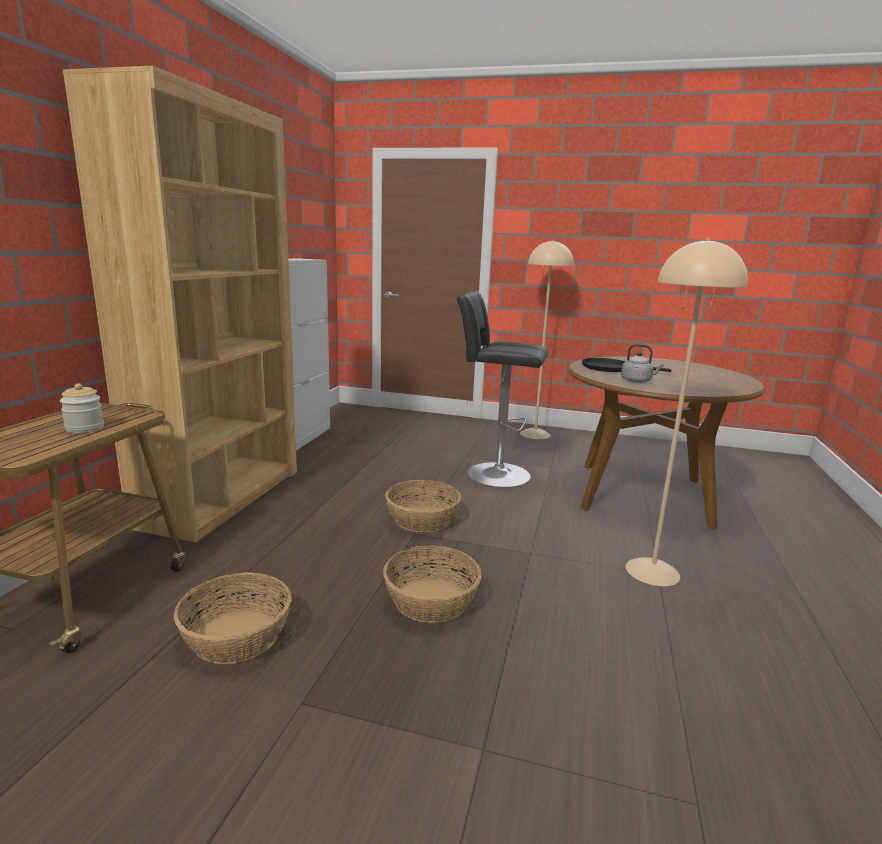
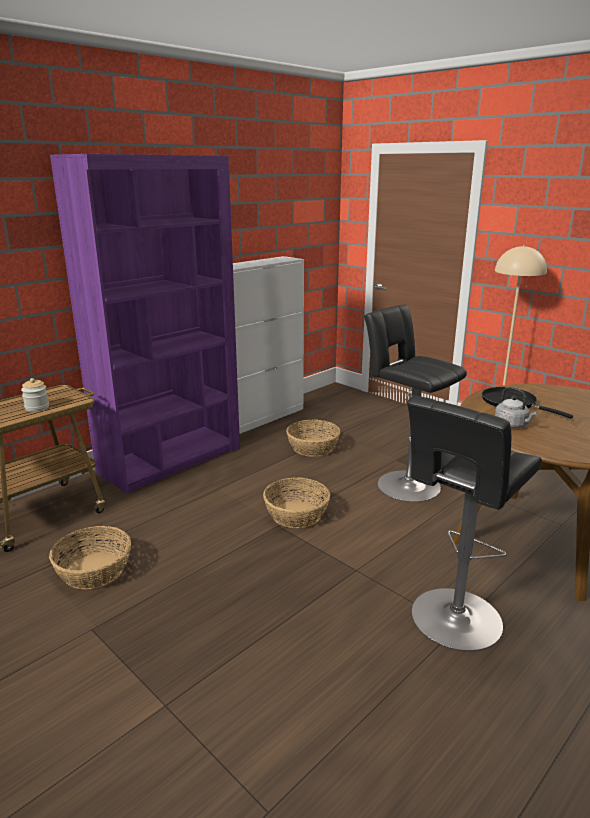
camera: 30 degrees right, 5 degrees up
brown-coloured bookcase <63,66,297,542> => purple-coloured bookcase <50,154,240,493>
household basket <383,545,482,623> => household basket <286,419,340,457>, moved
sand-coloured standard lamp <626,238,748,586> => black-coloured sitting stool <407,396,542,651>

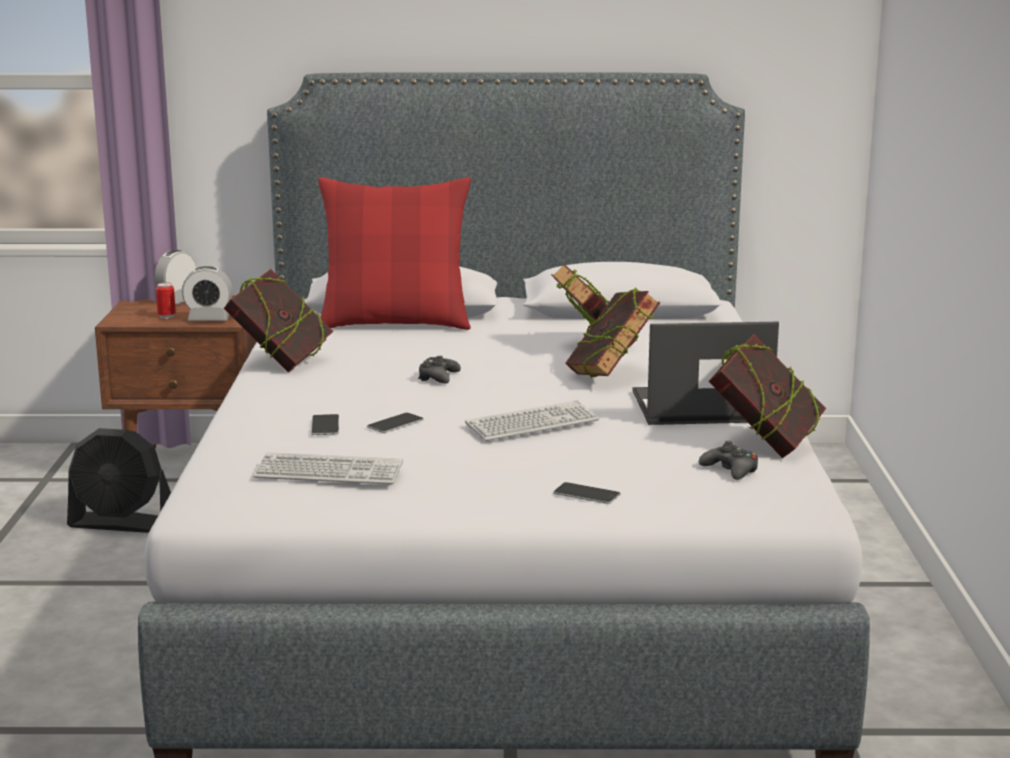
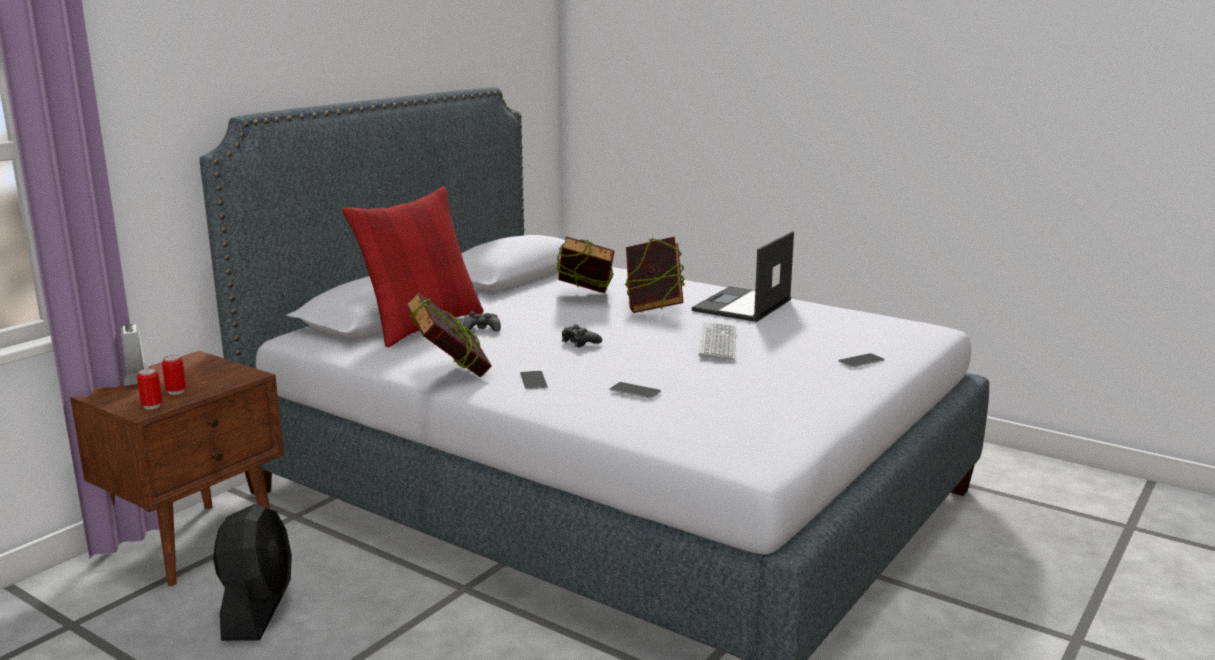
camera: 55 degrees left, 0 degrees up
nothing => metal can <137,368,162,409>
black-coloured fan <67,428,171,533> => black-coloured fan <213,504,292,641>, 45 degrees counterclockwise
black-coloured game controller <699,441,758,480> => black-coloured game controller <463,311,501,332>, moved
handset <367,413,424,433> => handset <520,371,548,389>, moved
bedside clock <182,266,233,321> => nothing
keyboard <253,452,403,485> => nothing
book <709,334,826,458> => nothing

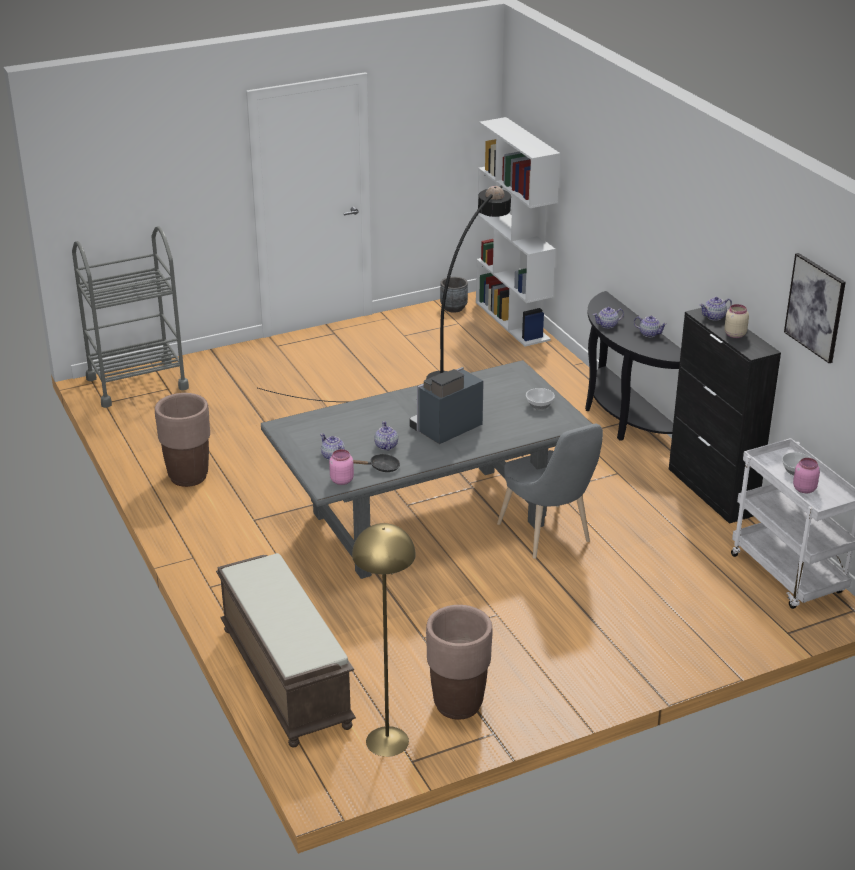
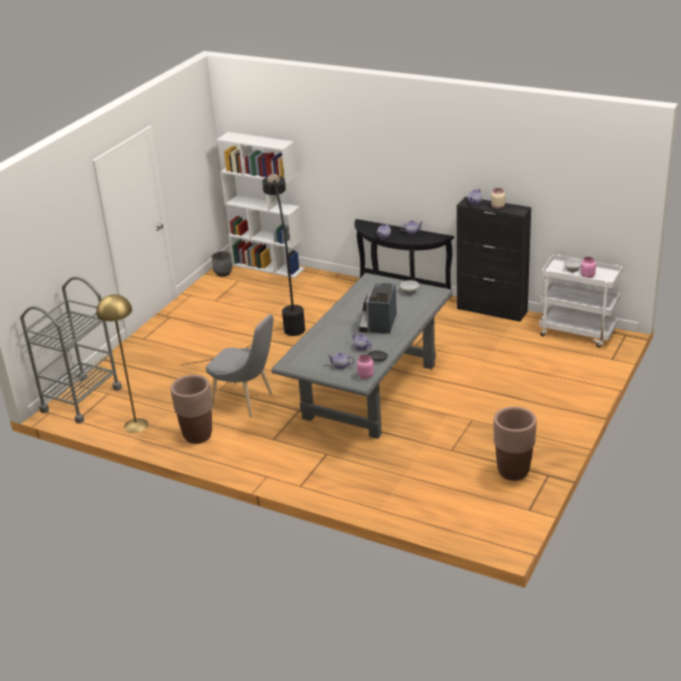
camera: 35 degrees left, 0 degrees up
yellowish standard lamp <352,523,415,757> => yellowish standard lamp <96,294,149,433>, moved
gray plain chair <497,424,603,559> => gray plain chair <206,314,273,417>, moved
brown-coloured bench <216,553,356,747> => nothing
wall art <784,253,846,363> => nothing

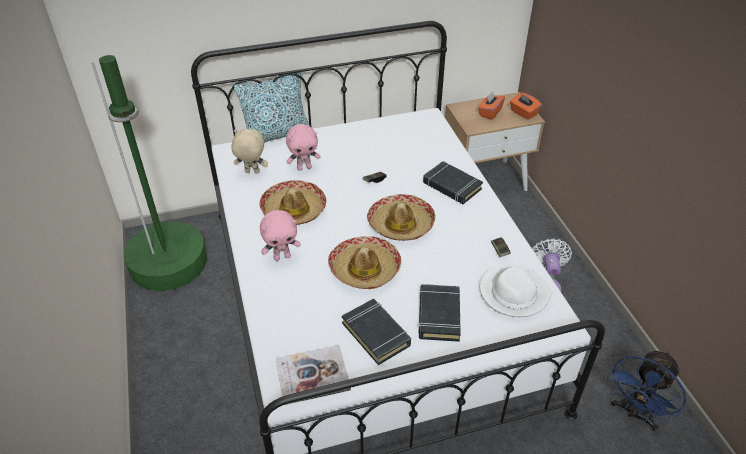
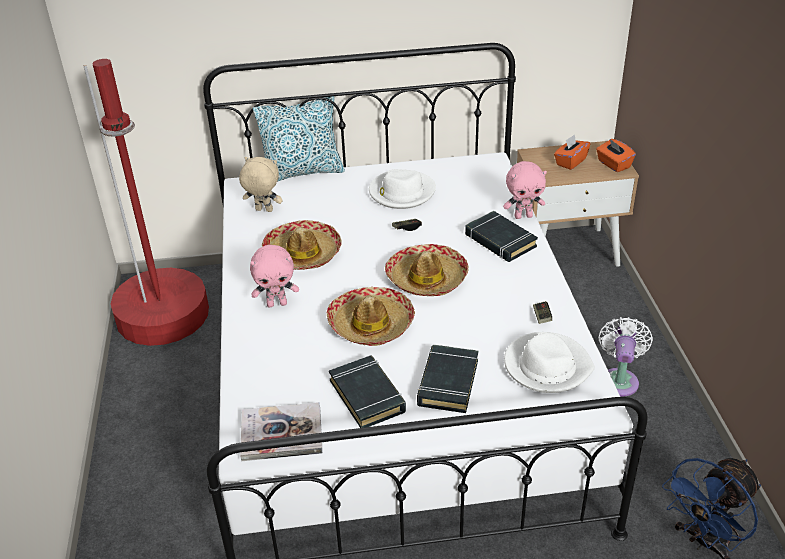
camera: 10 degrees right, 5 degrees down
greenish standard lamp <91,55,207,291> => red standard lamp <84,59,209,346>
nothing => white clothing hat <369,169,436,209>
pink-coloured plush toy <286,124,321,171> => pink-coloured plush toy <503,161,547,219>, moved

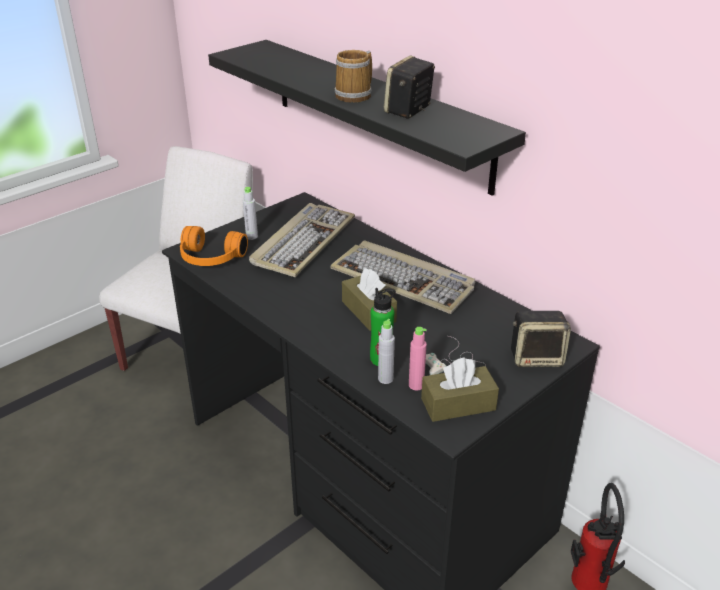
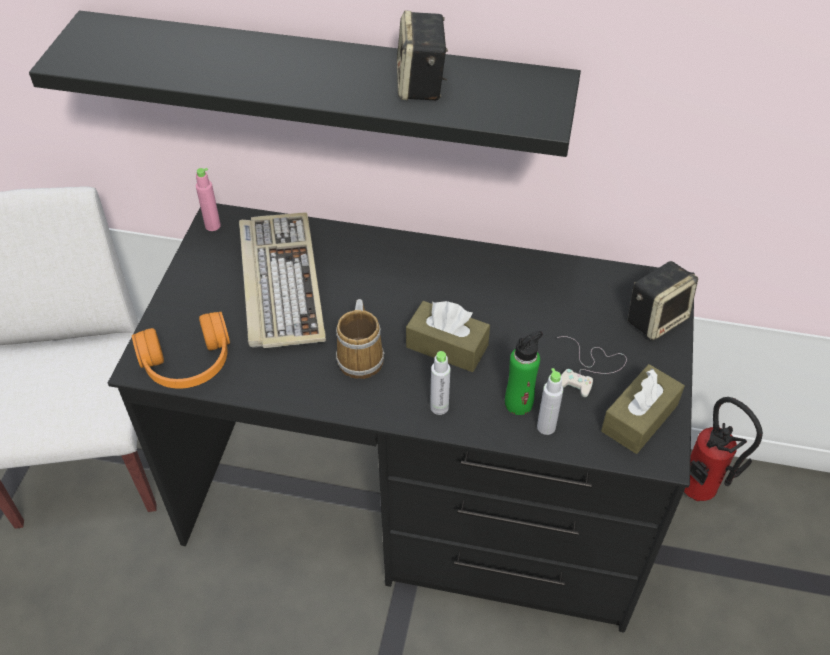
camera: 35 degrees left, 15 degrees up
pink-coloured bottle <409,327,427,391> => pink-coloured bottle <196,168,221,231>, moved
tea mug <335,50,372,102> => tea mug <336,299,384,379>, moved
gray bottle <243,187,258,240> => gray bottle <430,351,450,415>, moved
keyboard <330,240,475,314> => nothing

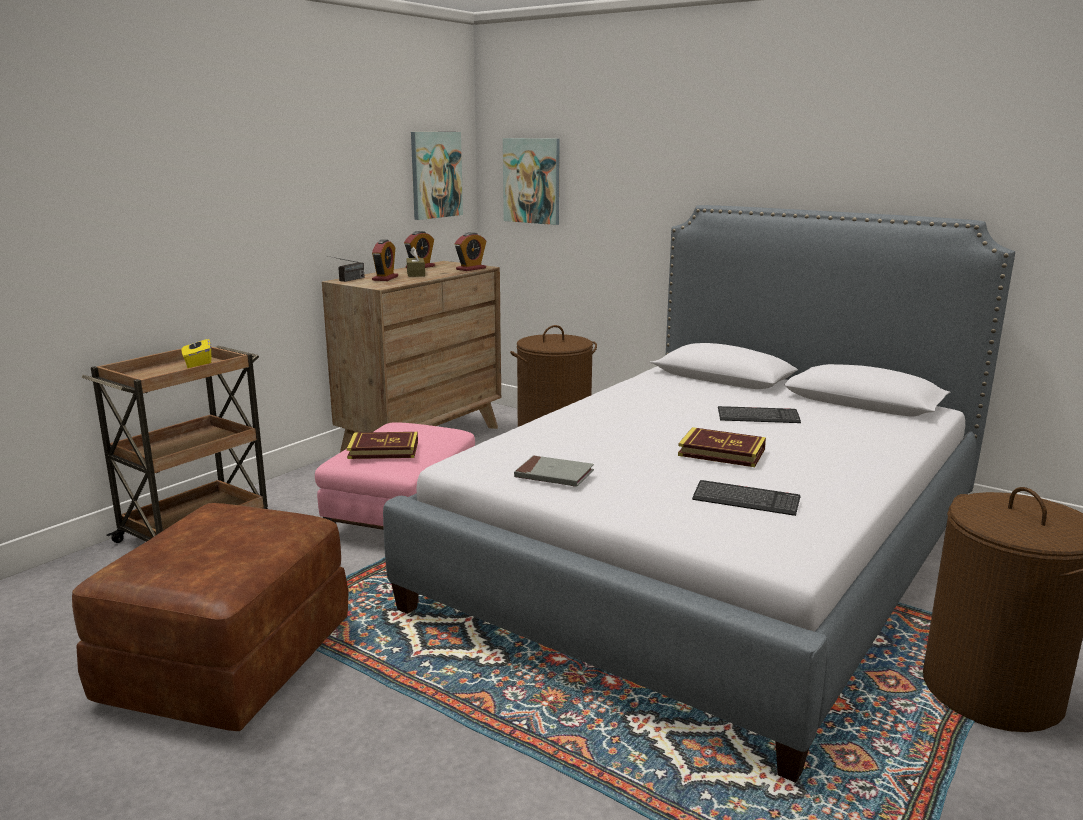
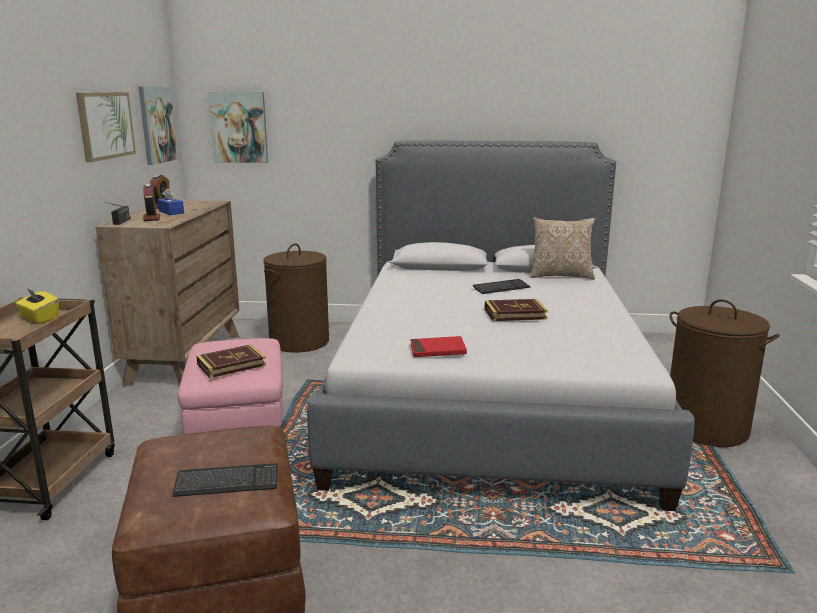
camera: 30 degrees left, 0 degrees up
nothing => wall art <76,92,136,162>
brown-coloured tissue box <406,247,425,277> => bluish tissue box <158,188,184,215>
keyboard <692,480,800,516> => keyboard <172,463,278,497>, moved
gray book <514,455,594,487> => red book <410,336,467,357>
nothing => throw pillow <531,217,595,279>
bedside clock <454,232,486,271> => nothing

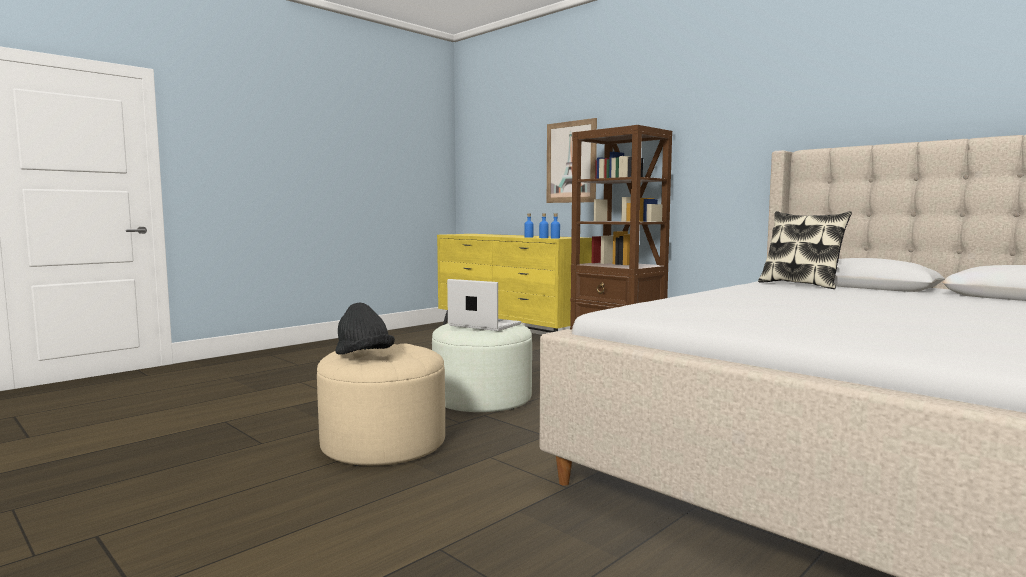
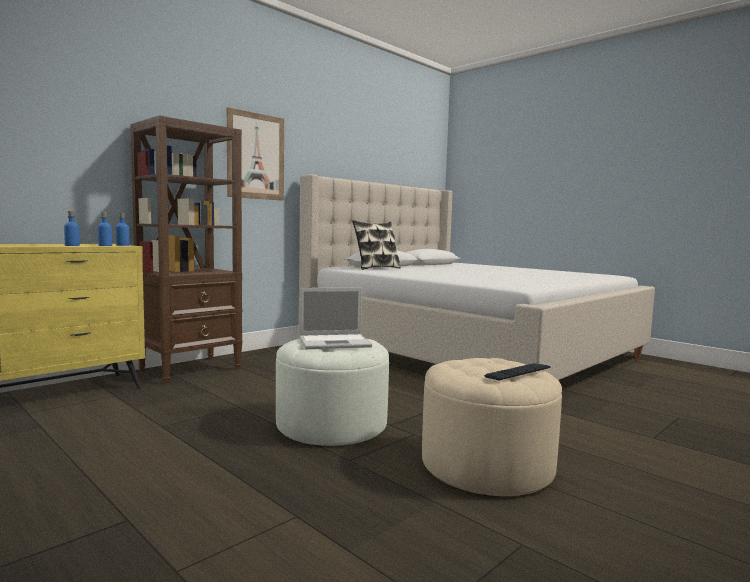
camera: 90 degrees left, 0 degrees up
wall art <547,118,597,203> => wall art <227,107,284,201>, moved
notebook computer <447,279,521,331> => notebook computer <300,288,372,349>, 135 degrees counterclockwise
black-coloured clothing hat <335,302,395,355> => keyboard <484,363,550,380>

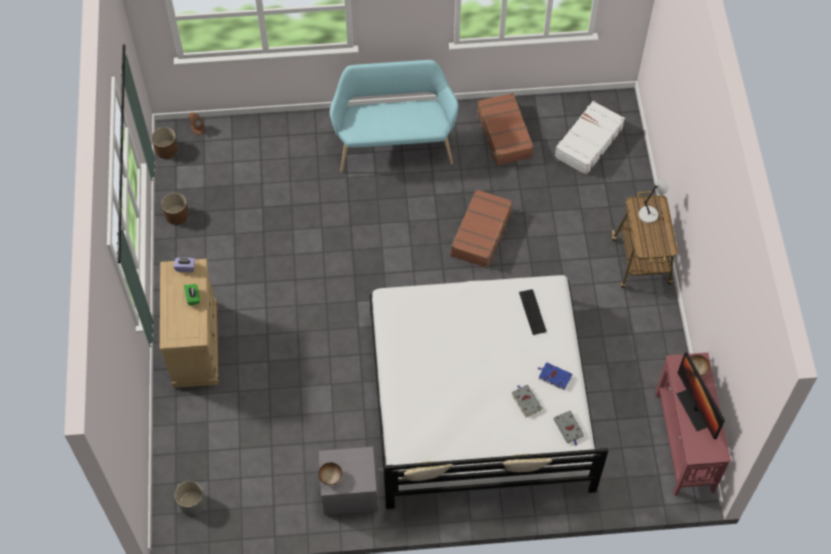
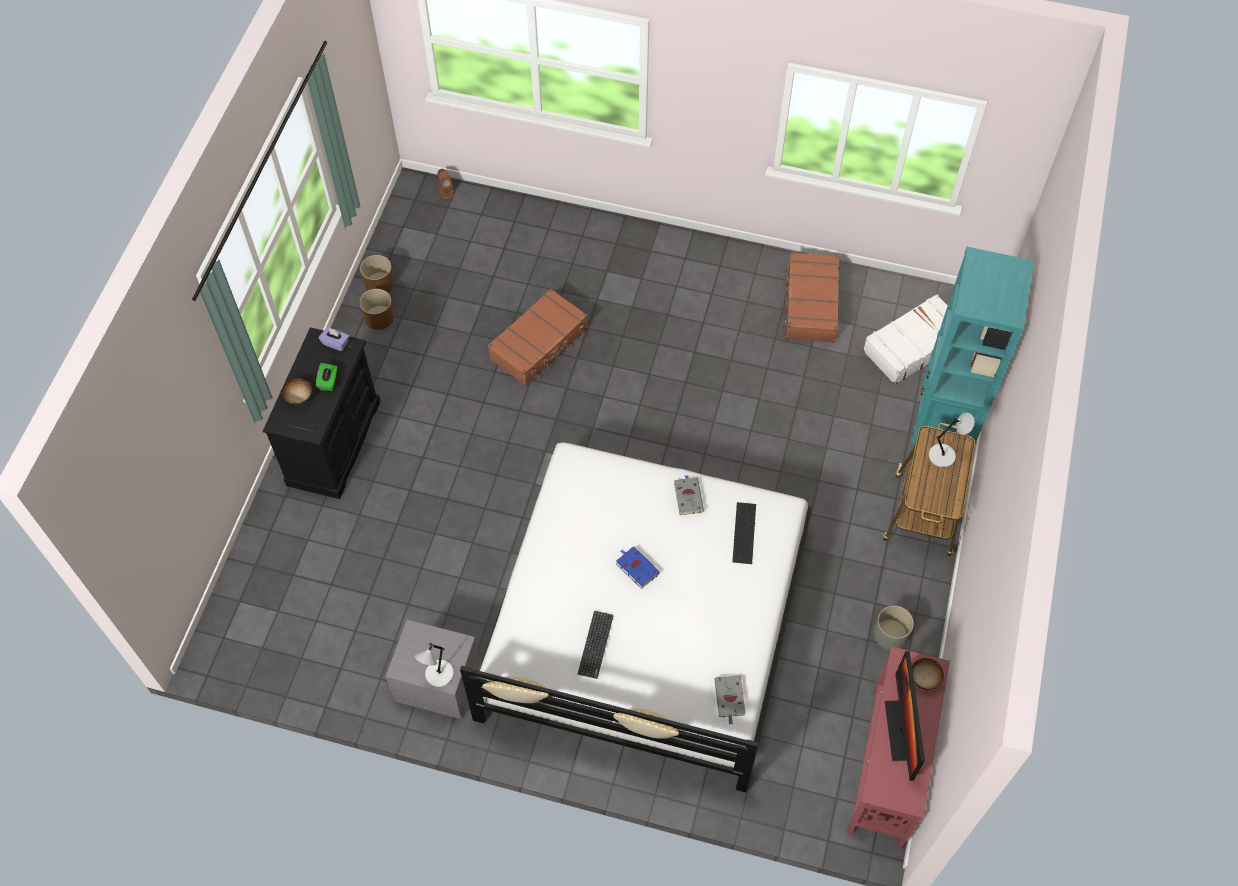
camera: 20 degrees right, 0 degrees up
sand-coloured drawer chest <160,259,219,388> => black-coloured drawer chest <263,327,381,499>
deep dish <318,462,342,485> => deep dish <282,378,312,405>, moved
brown-coloured planter <151,127,178,159> => brown-coloured planter <360,289,394,330>, moved
nothing => gray tabletop lamp <415,643,454,687>
brown-coloured travel case <450,189,513,268> => brown-coloured travel case <488,288,588,386>, moved
nothing => keyboard <578,611,614,679>
bluish book <538,362,572,391> => bluish book <616,547,660,589>, moved
gray book <511,385,542,417> => gray book <674,475,704,515>, moved
gray planter <175,481,205,516> => gray planter <874,606,914,650>, moved
nothing => turquoise bookcase <911,247,1034,445>
turquoise bench <330,60,458,172> => nothing

